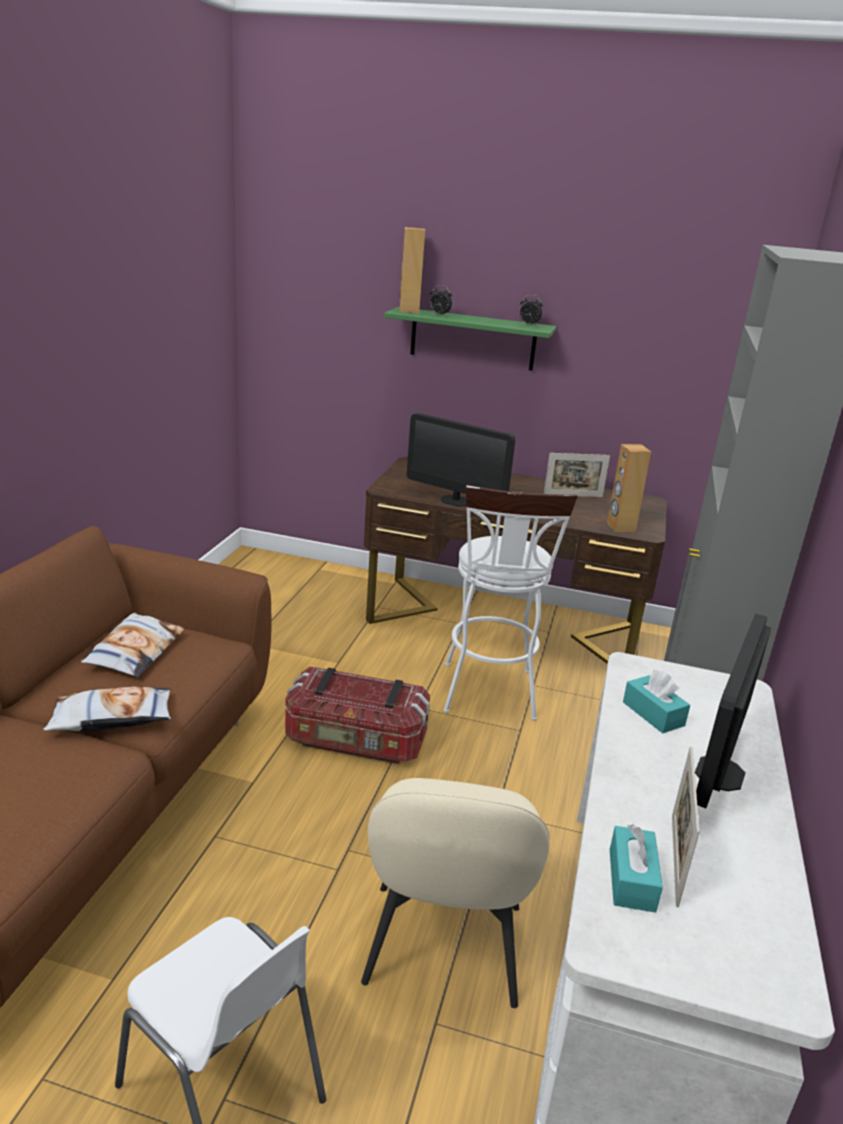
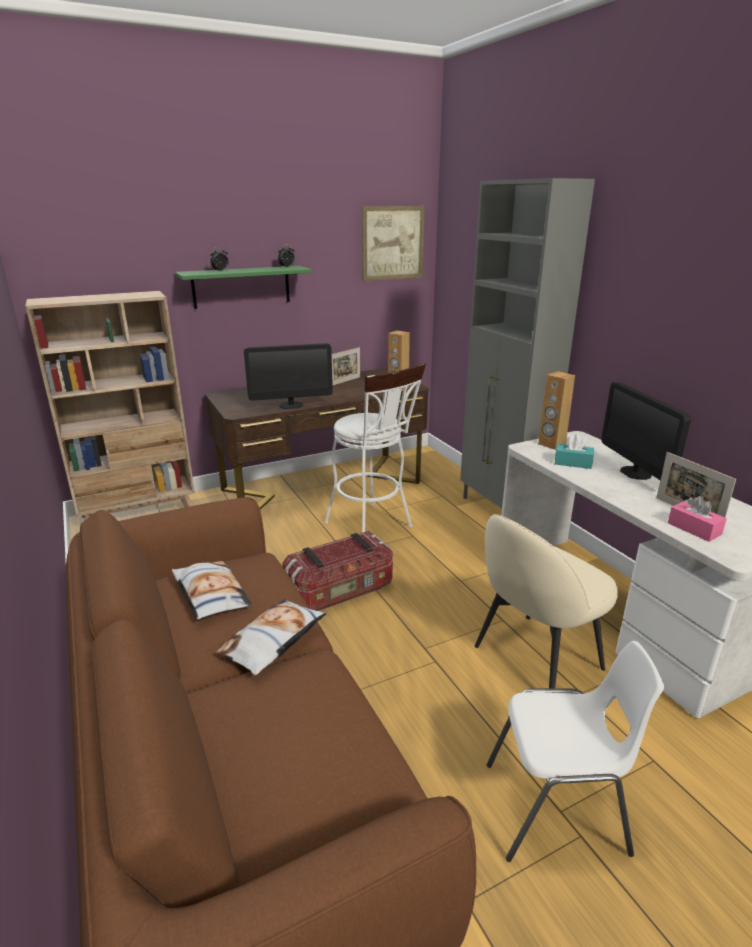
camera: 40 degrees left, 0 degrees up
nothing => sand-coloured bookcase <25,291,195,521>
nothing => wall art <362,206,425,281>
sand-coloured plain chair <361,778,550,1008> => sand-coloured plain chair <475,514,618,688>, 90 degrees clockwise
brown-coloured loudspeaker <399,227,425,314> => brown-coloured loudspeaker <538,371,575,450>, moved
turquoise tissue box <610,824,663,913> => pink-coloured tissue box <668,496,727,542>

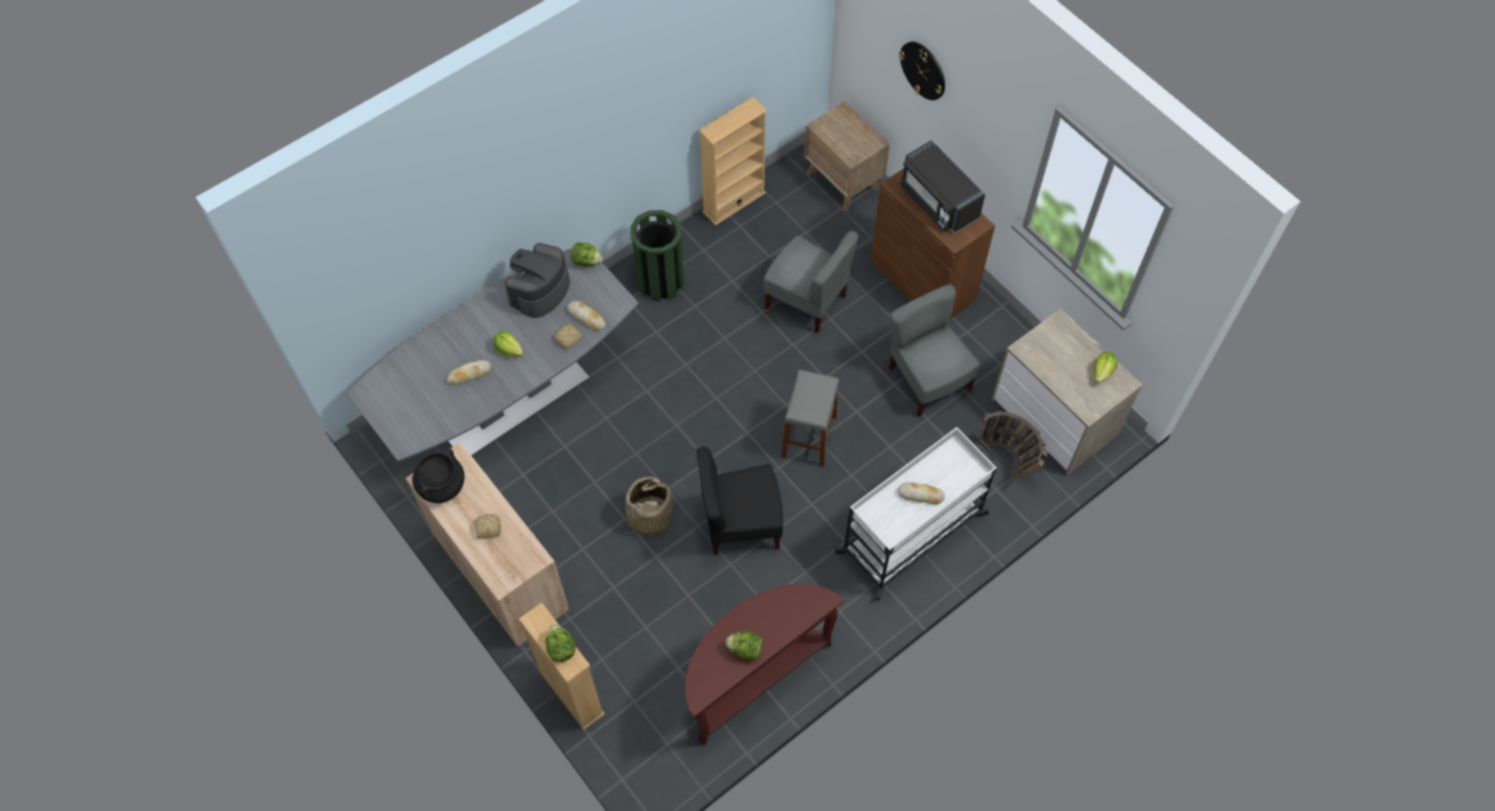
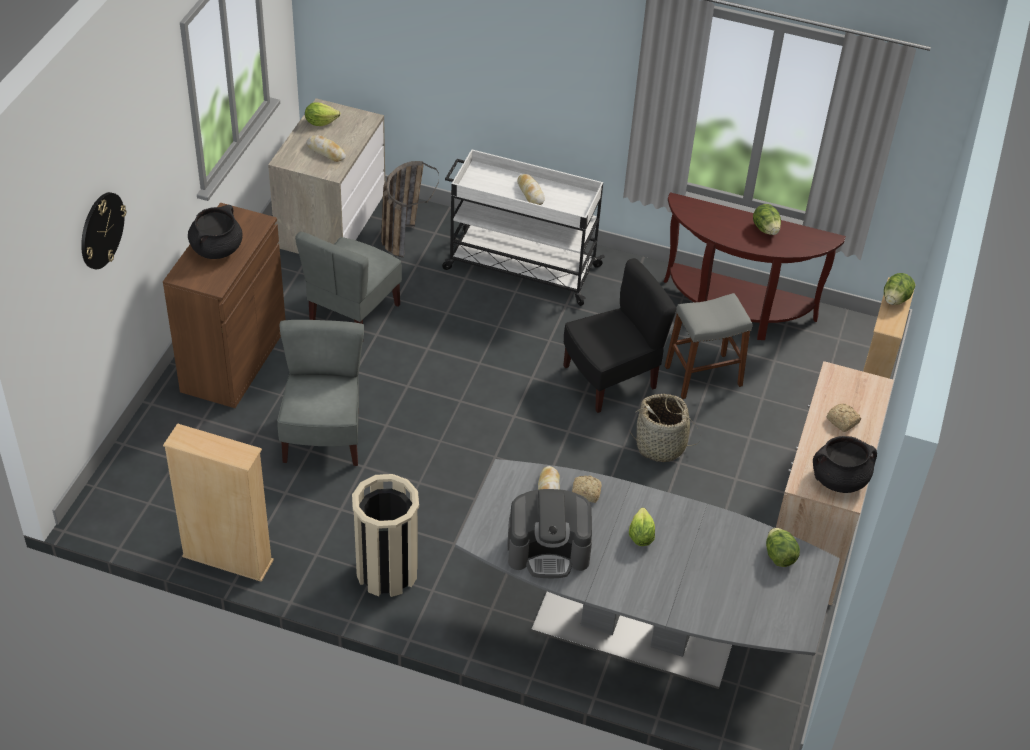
camera: 125 degrees left, 15 degrees down
black-coloured microwave <900,140,985,233> => black-coloured stockpot <188,205,243,259>
bread <447,360,491,385> => bread <306,135,346,162>, moved
greenish trash can <630,210,684,302> => sand-coloured trash can <352,474,419,597>
black-coloured plain chair <696,447,783,555> => black-coloured plain chair <563,258,677,413>, 75 degrees counterclockwise
gray sitting stool <781,370,839,467> => gray sitting stool <665,293,752,399>, moved
lettuce head <571,242,603,267> => lettuce head <766,528,800,567>, moved
brown-coloured bedside table <804,101,890,211> => nothing

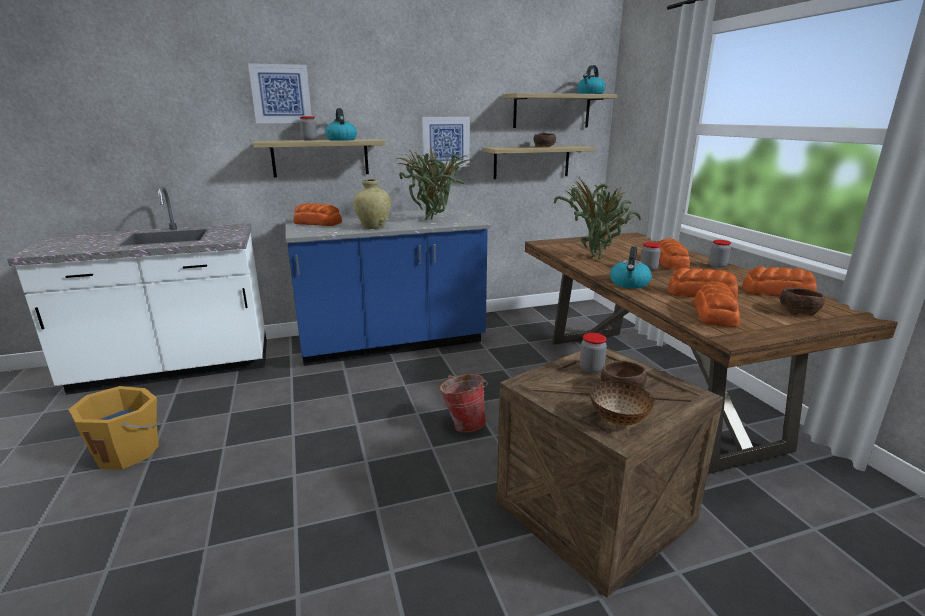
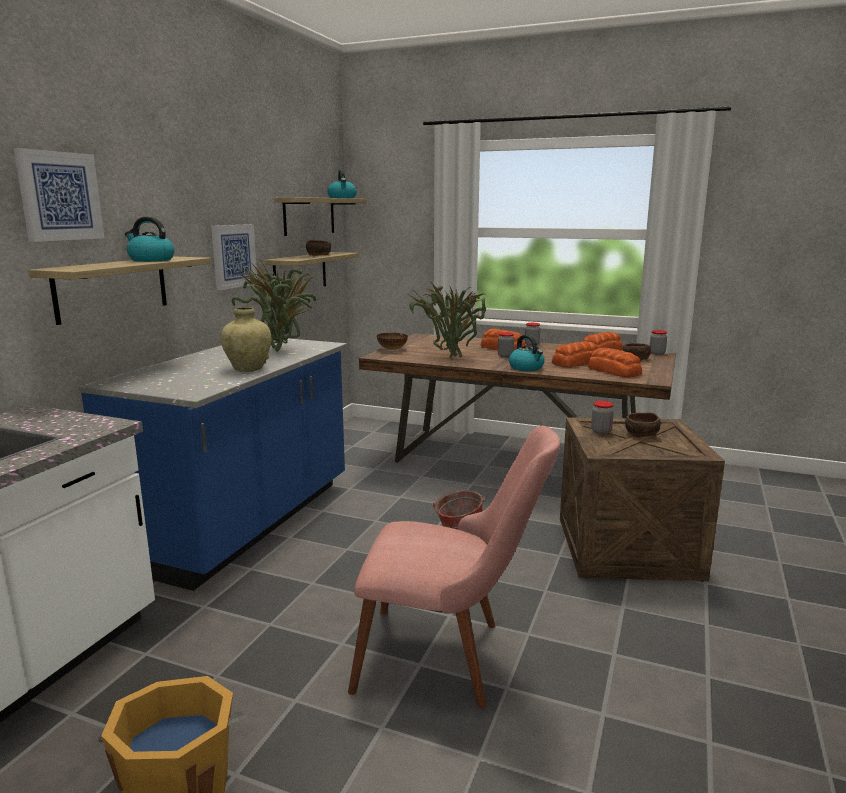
camera: 50 degrees left, 5 degrees down
nothing => pink-coloured plain chair <348,426,560,708>
deep dish <590,381,654,426> => deep dish <377,333,408,350>, moved
storage jar <300,116,317,140> => storage jar <650,330,667,355>, moved
bread <293,203,342,226> => nothing

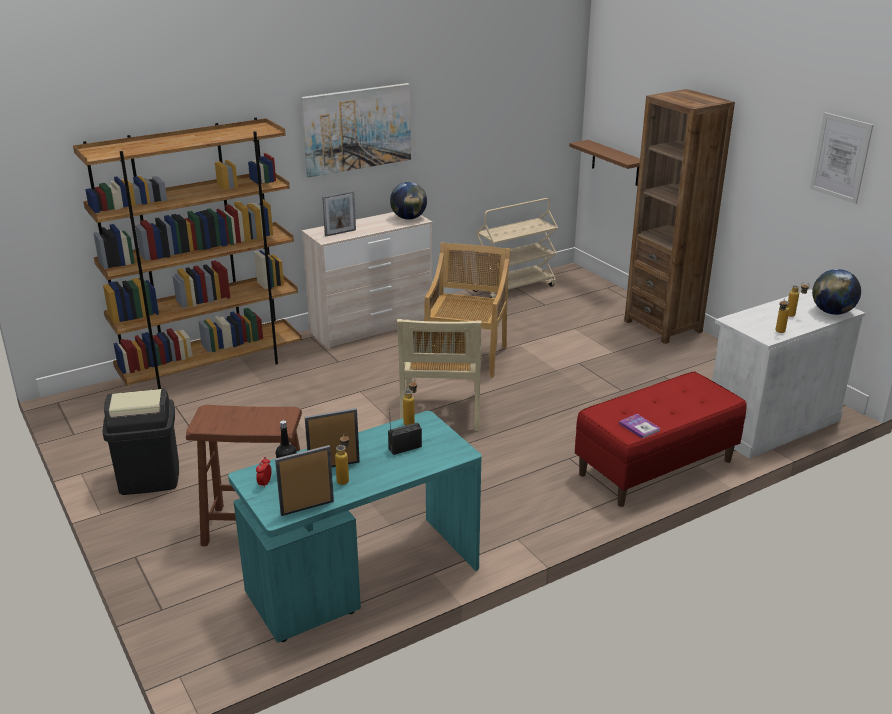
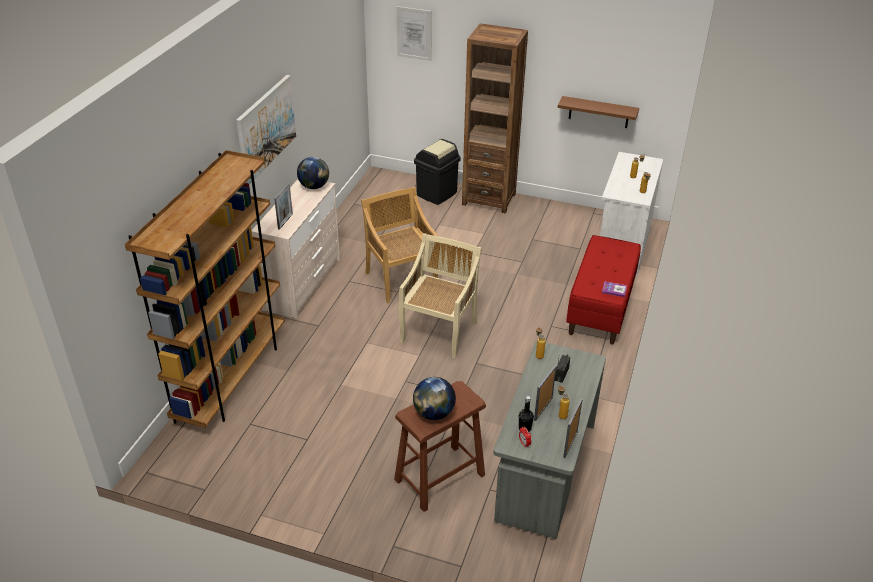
camera: 40 degrees left, 10 degrees up
wall art <810,112,873,204> => wall art <396,6,432,61>, moved
sand-coloured plain chair <397,319,482,431> => sand-coloured plain chair <399,233,482,358>, 120 degrees counterclockwise
world globe <812,269,861,315> => world globe <413,377,456,420>, moved
black-coloured trash can <102,389,179,495> => black-coloured trash can <414,139,460,205>, moved
turquoise desk <228,411,482,643> => gray desk <494,341,606,539>
brown-coloured bracket shelf <569,140,640,186> => brown-coloured bracket shelf <557,96,639,128>, moved
sand-coloured trolley <473,198,558,298> => nothing

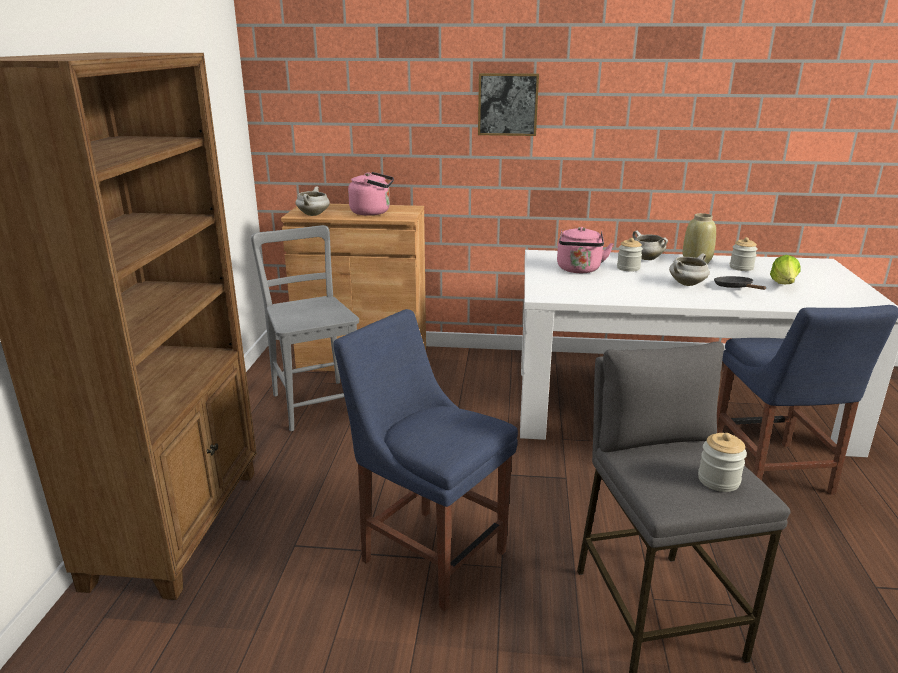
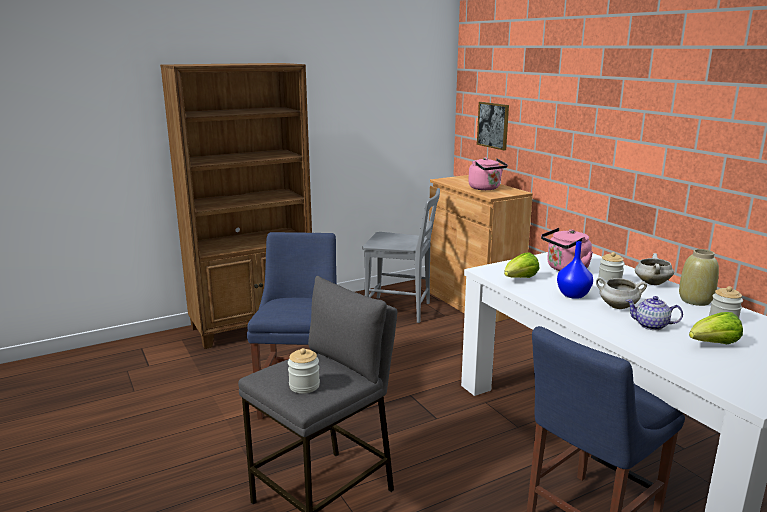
camera: 55 degrees right, 5 degrees down
gray plain chair <251,225,359,431> => gray plain chair <363,188,440,323>, 75 degrees clockwise
wall art <478,73,539,136> => wall art <477,102,509,150>, moved
nothing => lettuce head <504,252,539,278>
nothing => bluish vase <557,241,593,299>
black-coloured pan <714,276,766,290> => teapot <626,296,683,330>
white stockpot <295,186,330,216> => nothing

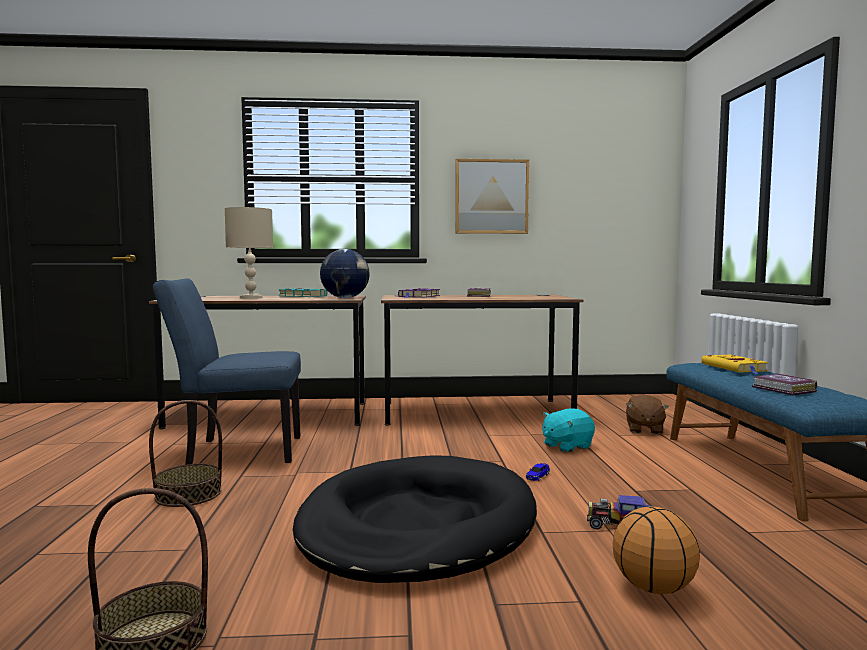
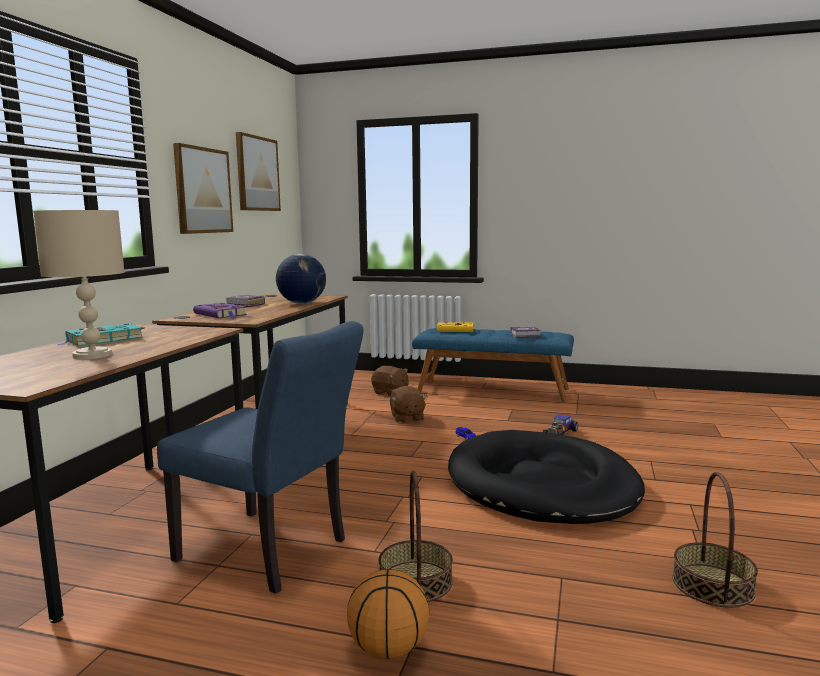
camera: 70 degrees left, 5 degrees up
bluish plain chair <153,278,301,465> => bluish plain chair <157,321,363,594>, 75 degrees counterclockwise
nothing => wall art <236,132,281,211>
world globe <320,249,370,298> => world globe <276,254,326,304>, moved
ball for basketball <613,506,700,594> => ball for basketball <347,569,430,659>, moved
turquoise plush toy <542,409,595,453> => brown-coloured plush toy <390,386,427,423>

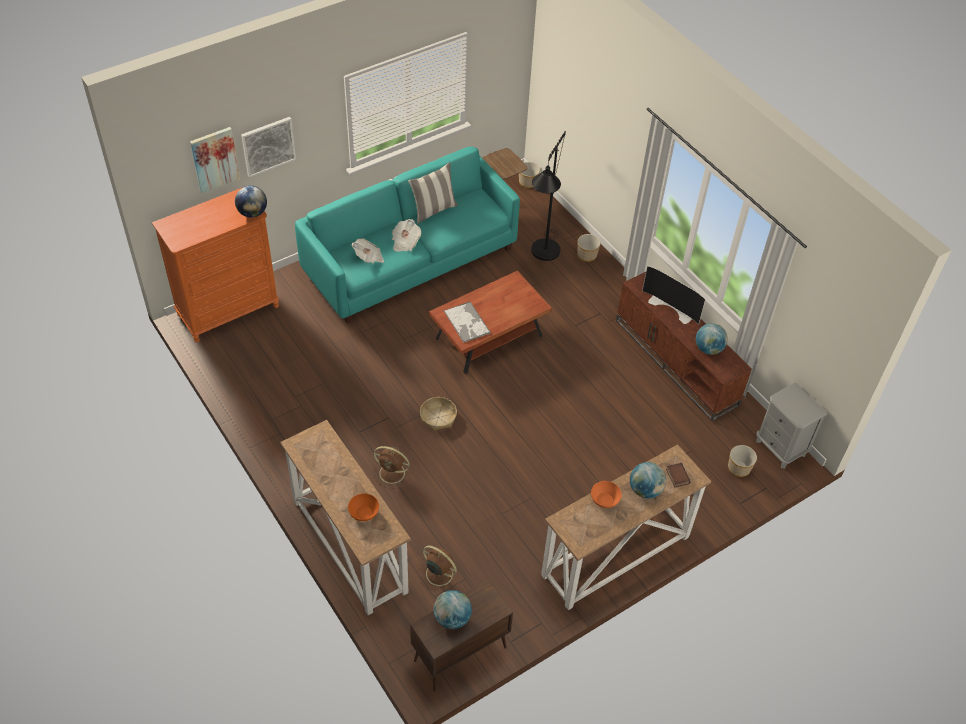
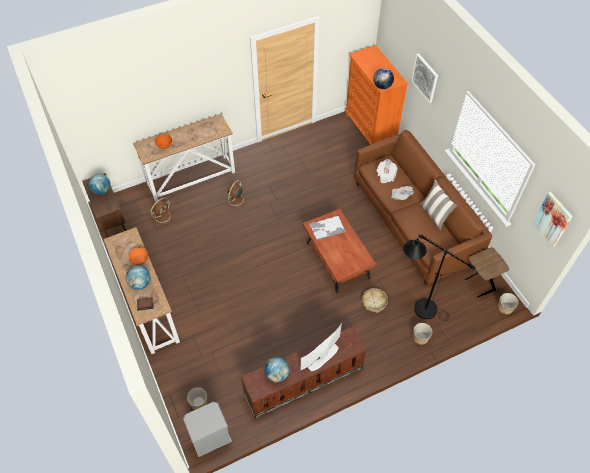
camera: 100 degrees right, 5 degrees up
turquoise settee <295,147,520,324> => brown-coloured settee <354,130,492,285>
household basket <420,397,457,431> => household basket <362,288,388,313>, moved
wall art <190,127,240,193> => wall art <533,192,573,247>, moved

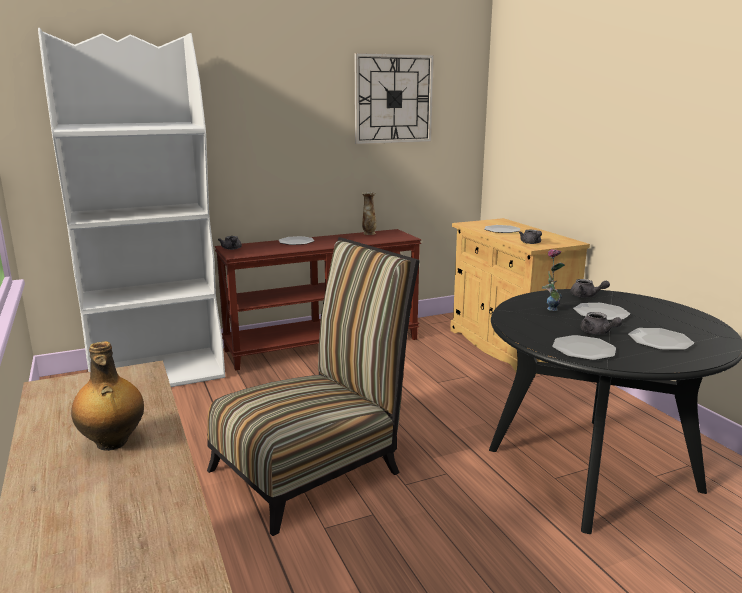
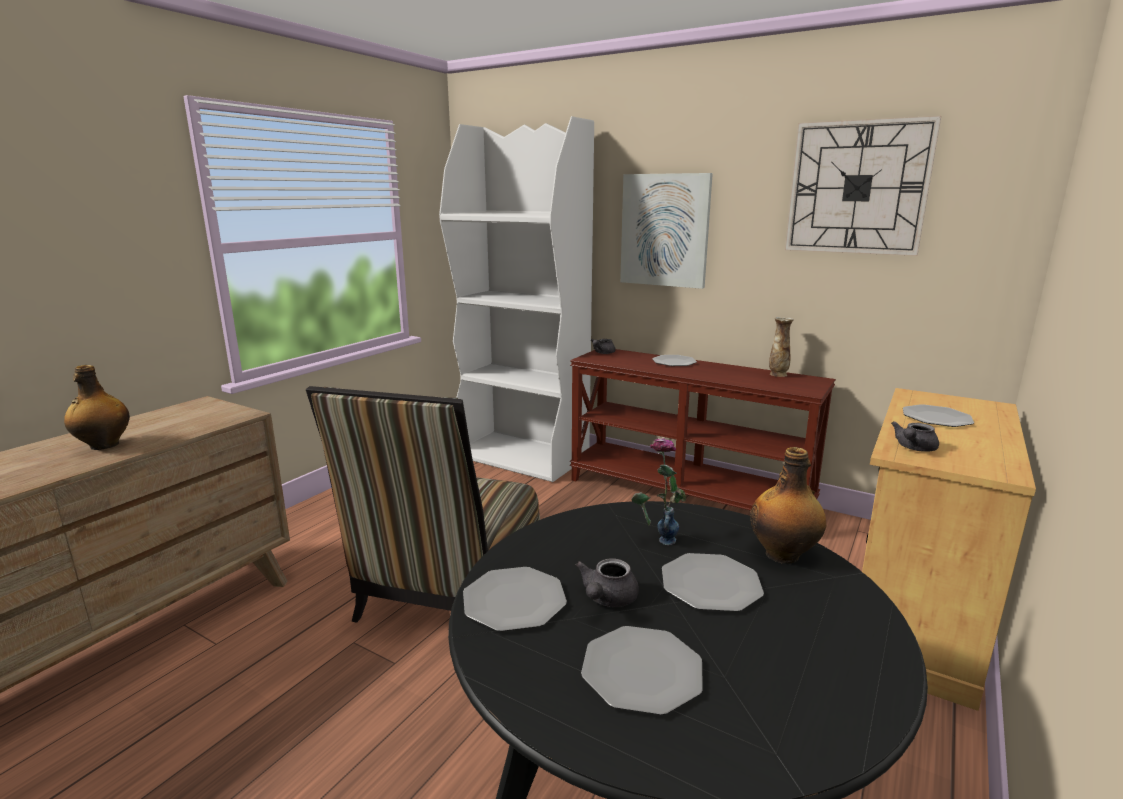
camera: 55 degrees right, 0 degrees up
plain chair <207,237,420,536> => plain chair <306,386,540,623>, 90 degrees clockwise
nothing => wall art <620,173,713,289>
gray teapot <570,279,610,298> => bottle <750,447,826,563>

